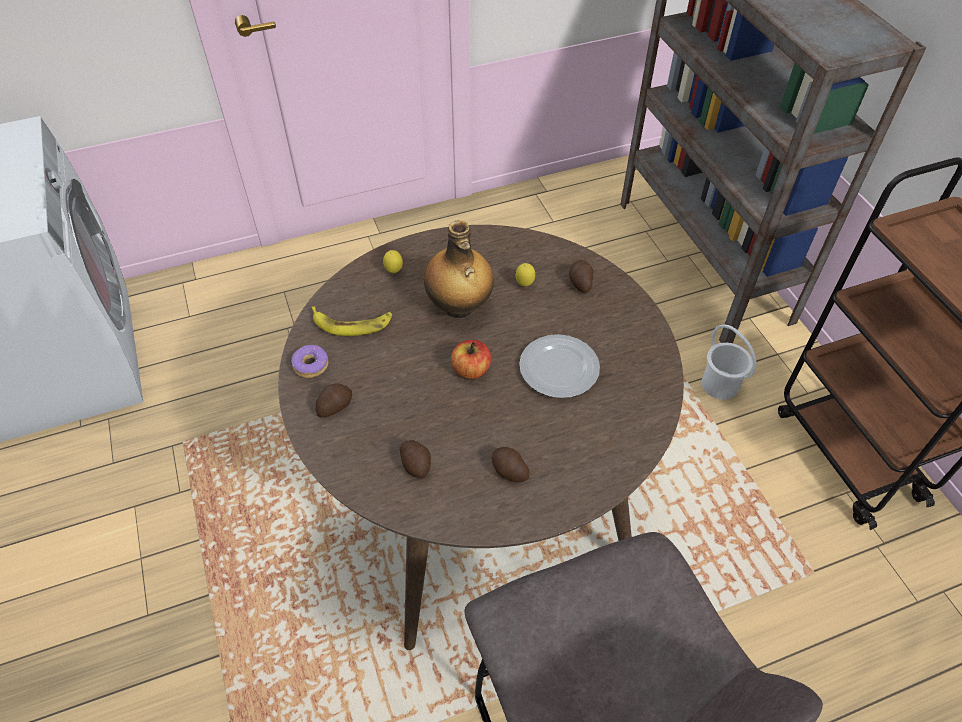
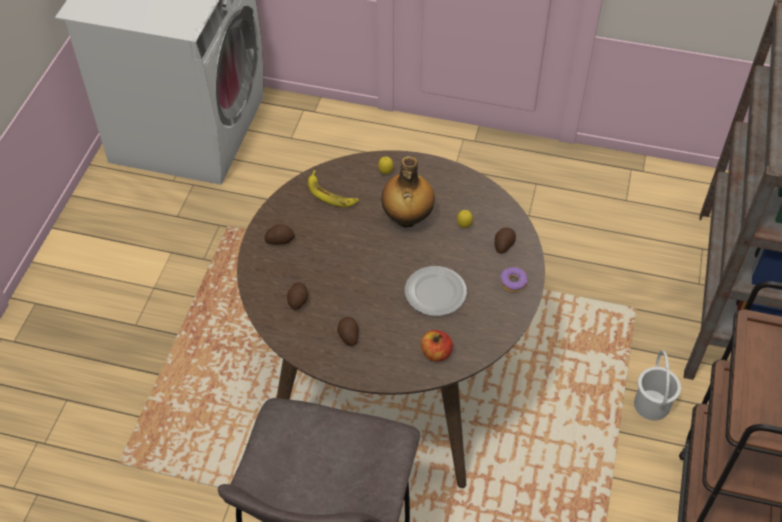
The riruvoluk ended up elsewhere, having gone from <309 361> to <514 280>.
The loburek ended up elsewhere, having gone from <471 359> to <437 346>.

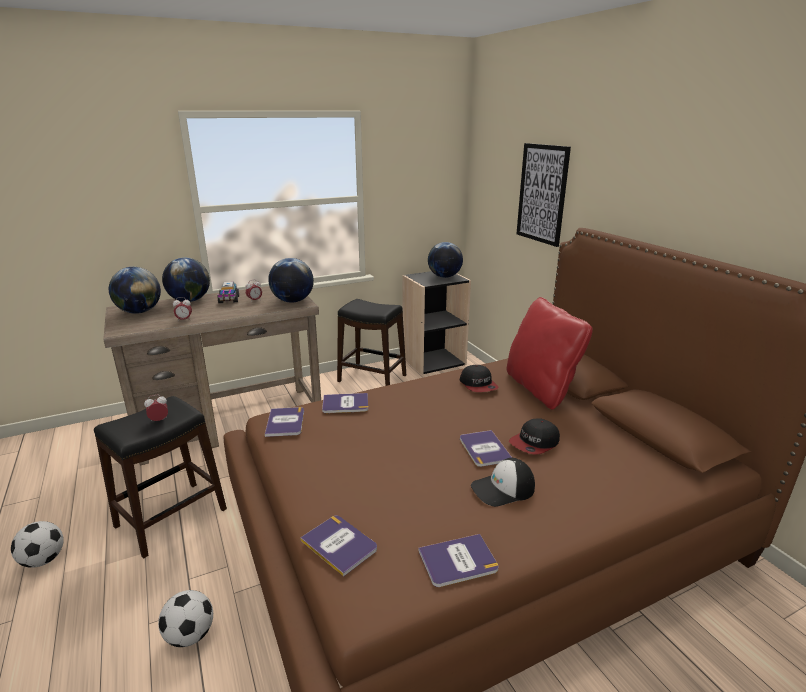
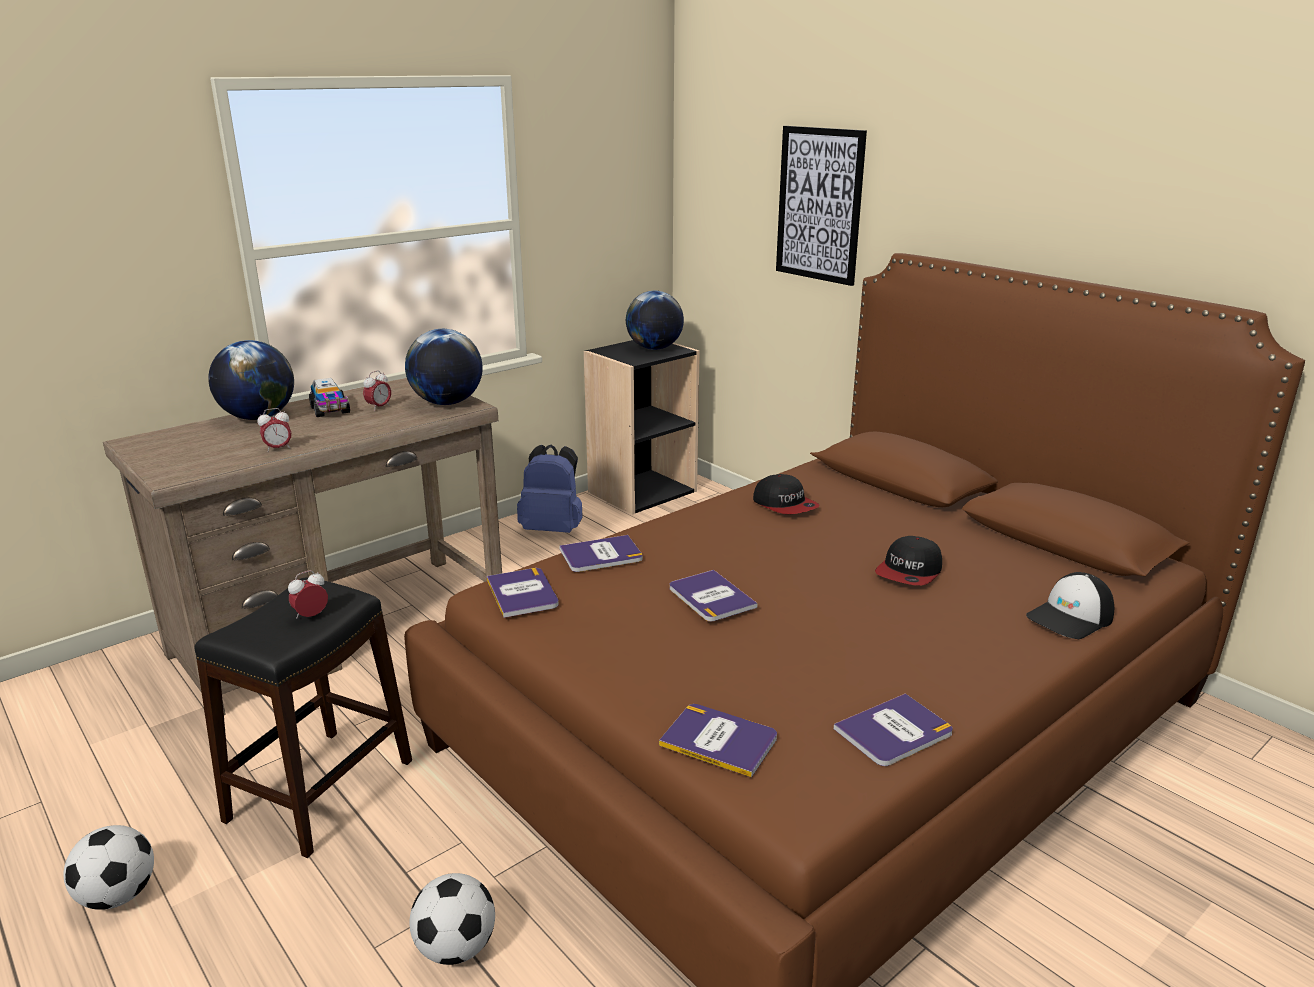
The second view lost the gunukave at <135 290>.
Where the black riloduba stood at <371 342>, the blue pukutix came to stand at <550 489>.
The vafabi ended up elsewhere, having gone from <486 448> to <714 595>.
The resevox ended up elsewhere, having gone from <503 482> to <1070 605>.
The second view lost the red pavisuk at <549 353>.

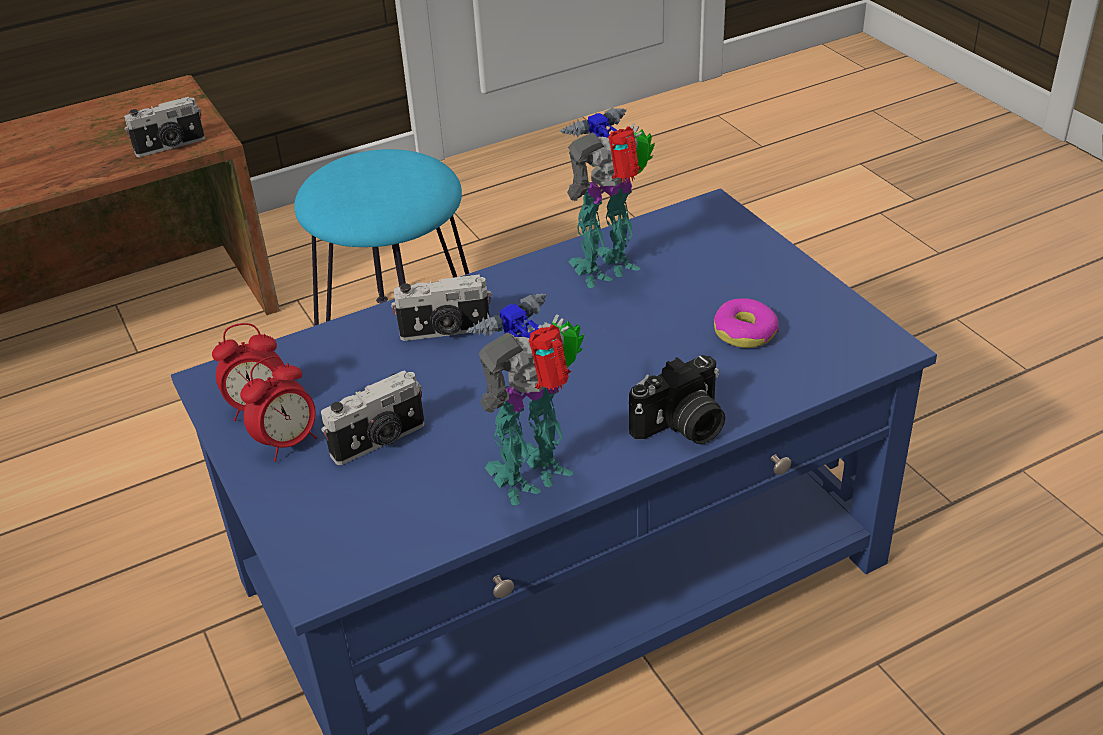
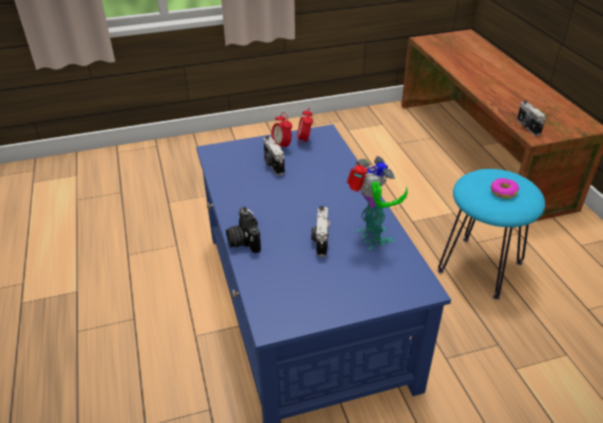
The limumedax ended up elsewhere, having gone from <441 307> to <320 231>.
The second view lost the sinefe at <525 399>.
The riruvoluk ended up elsewhere, having gone from <746 323> to <505 188>.

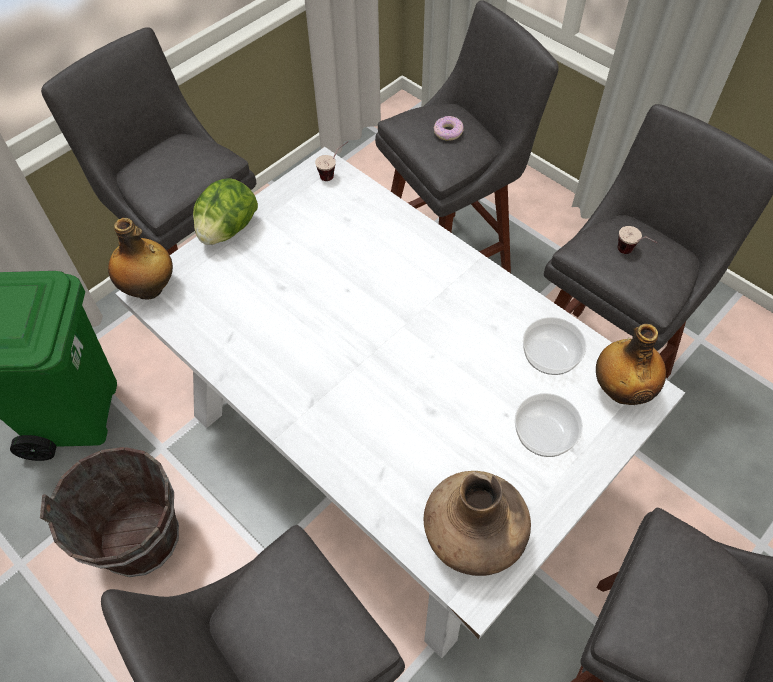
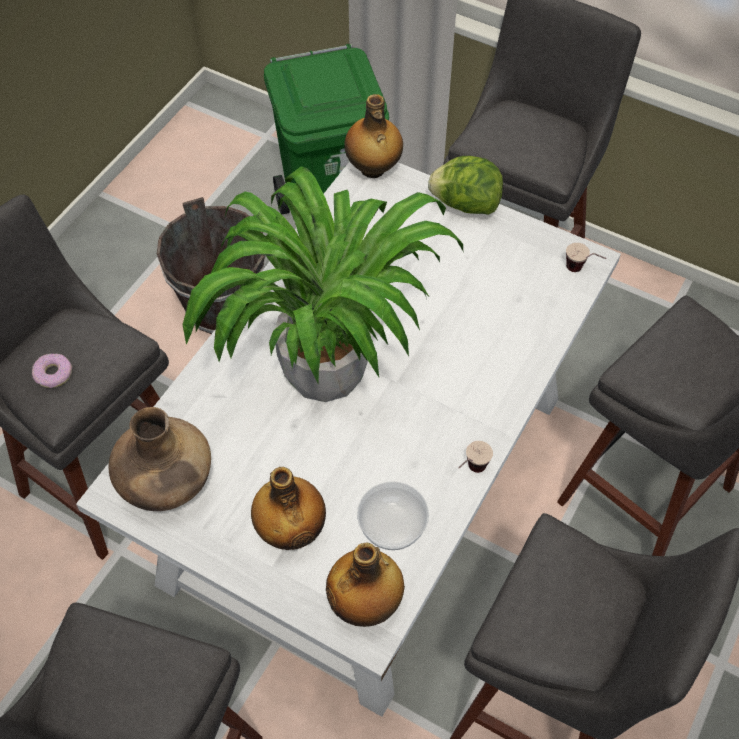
The riruvoluk ended up elsewhere, having gone from <449 128> to <52 371>.
Where the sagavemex stood at <549 425>, the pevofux came to stand at <288 508>.
The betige ended up elsewhere, having gone from <637 240> to <475 457>.
The second view gained the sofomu at <323 284>.

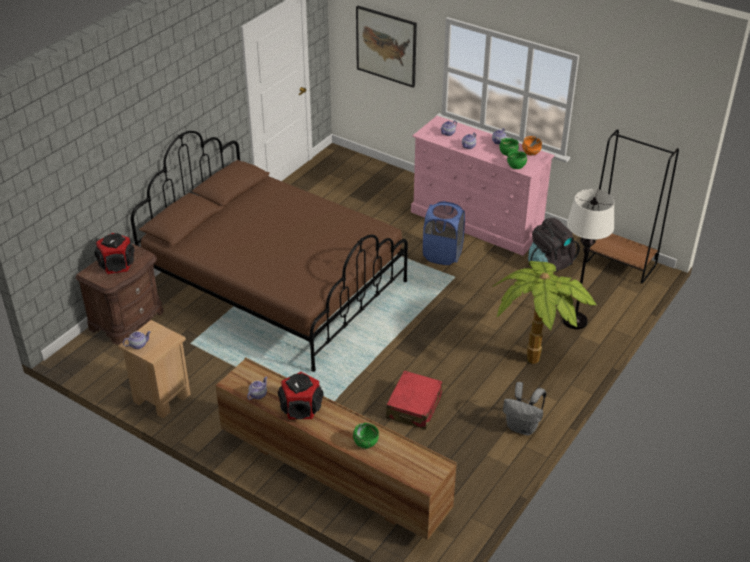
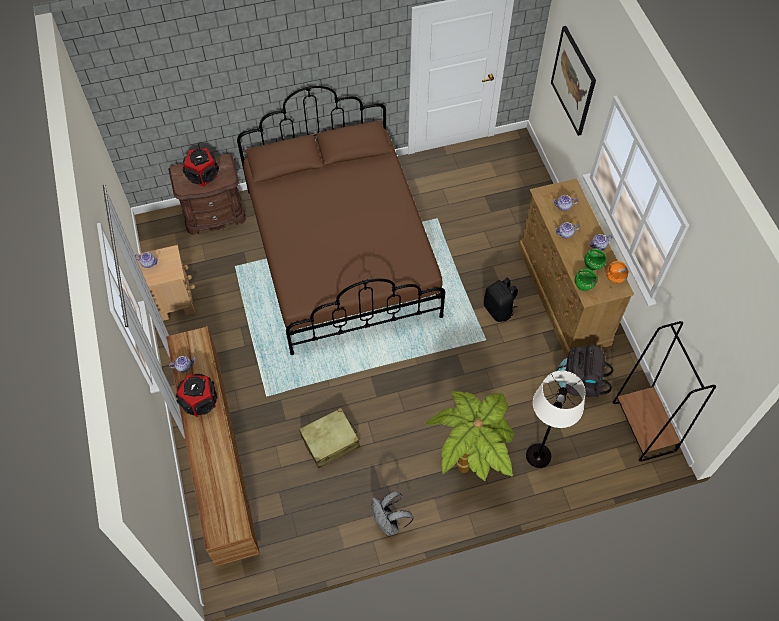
The second view lost the green sagavemex at <366 436>.
What was the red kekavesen at <414 400> turned into the beige kekavesen at <329 438>.
What was the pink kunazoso at <483 186> turned into the brown kunazoso at <576 267>.
Where the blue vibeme stood at <444 233>, the black pukutix came to stand at <501 299>.

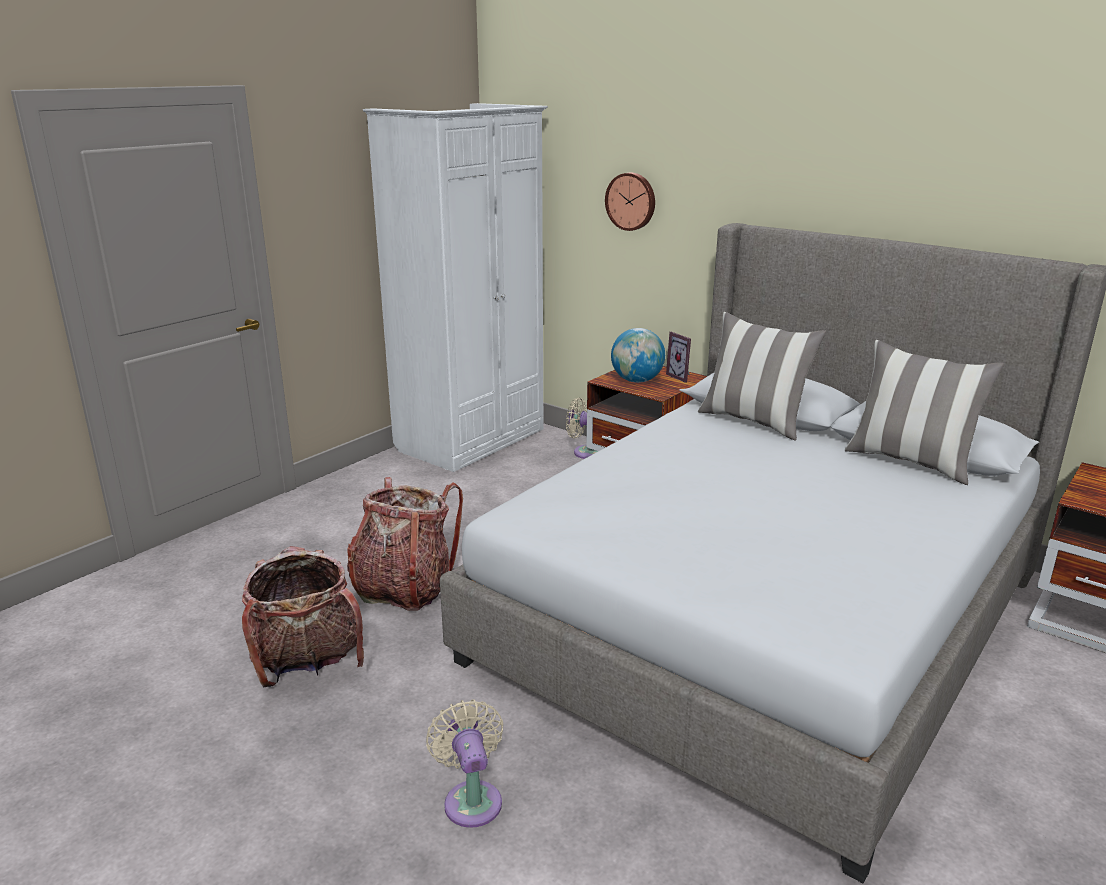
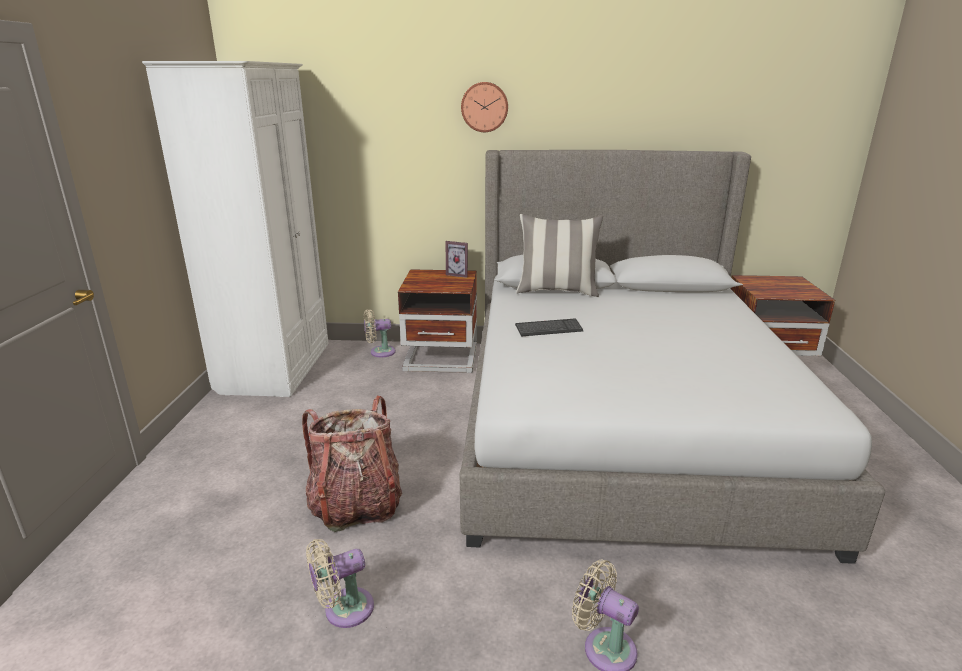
Where the pukutix stood at <303 616>, the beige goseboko came to stand at <340 583>.
The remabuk ended up elsewhere, having gone from <630 202> to <484 107>.
The second view lost the gunukave at <638 355>.
The second view lost the pavisuk at <924 412>.
The second view gained the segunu at <549 328>.

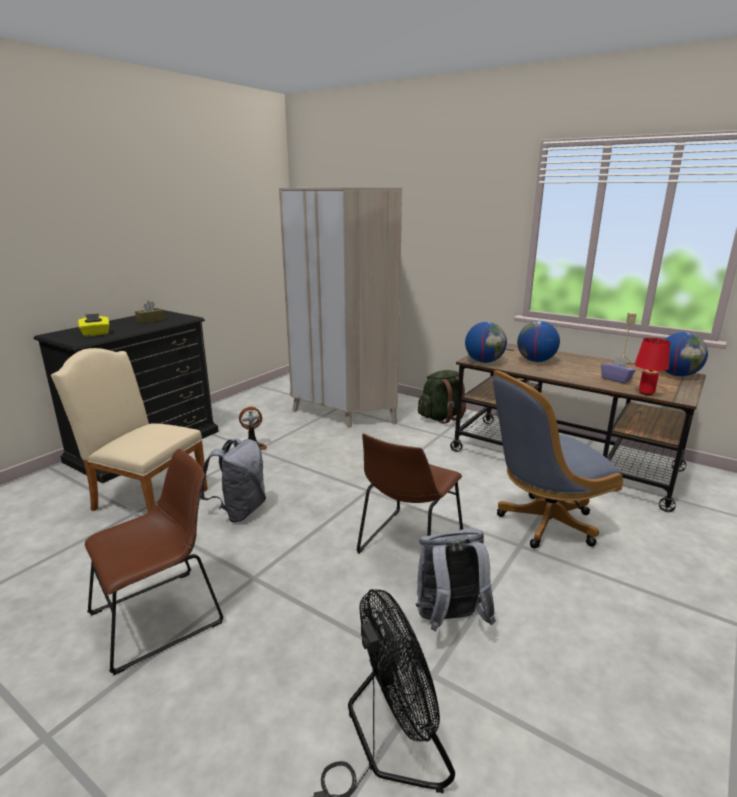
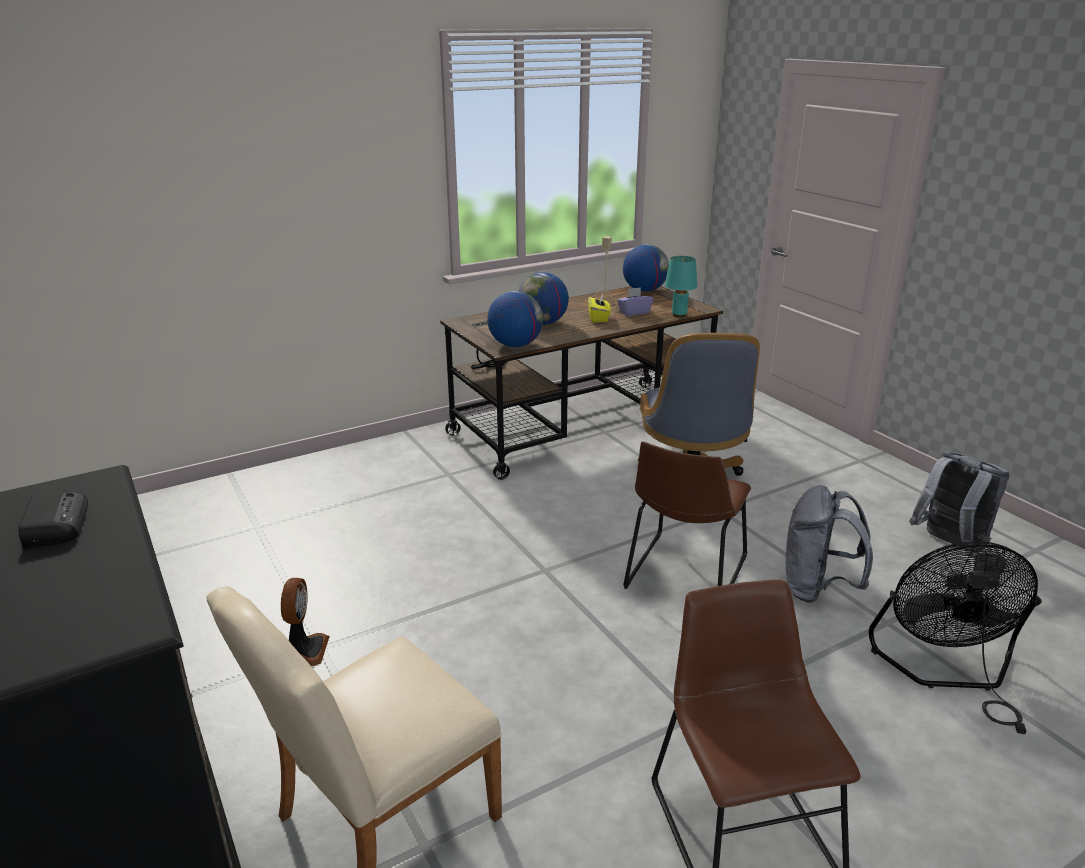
The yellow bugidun ended up elsewhere, having gone from <93 325> to <599 307>.
Where the brown bugidun stood at <150 312>, the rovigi came to stand at <53 520>.
The grey pukutix ended up elsewhere, having gone from <233 480> to <959 502>.
The second view lost the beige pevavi at <340 308>.
The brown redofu at <409 493> ended up facing another way, 60 degrees clockwise from before.
The second view lost the green pukutix at <442 397>.
What was the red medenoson at <653 367> turned into the turquoise medenoson at <681 286>.

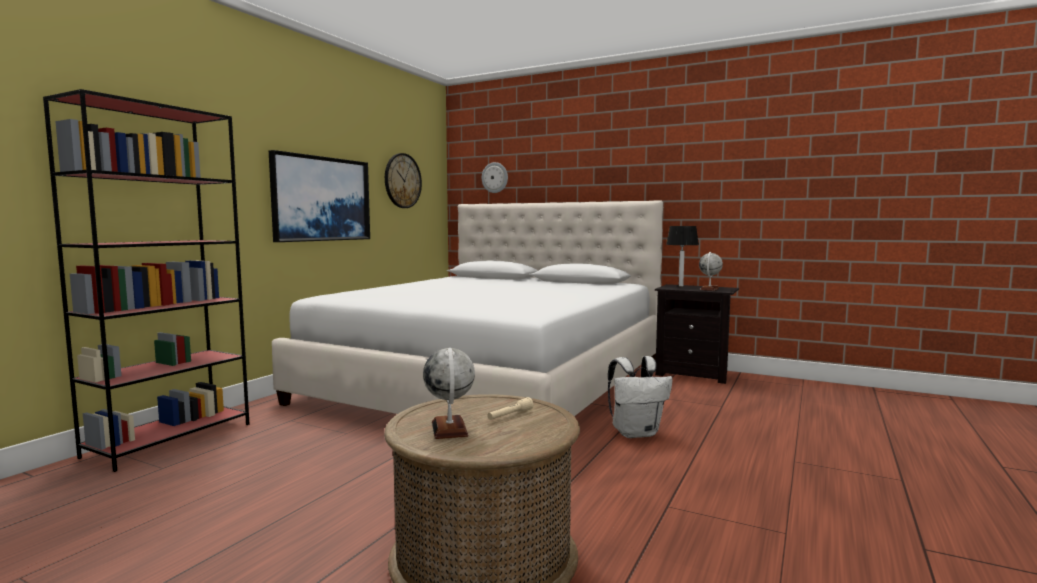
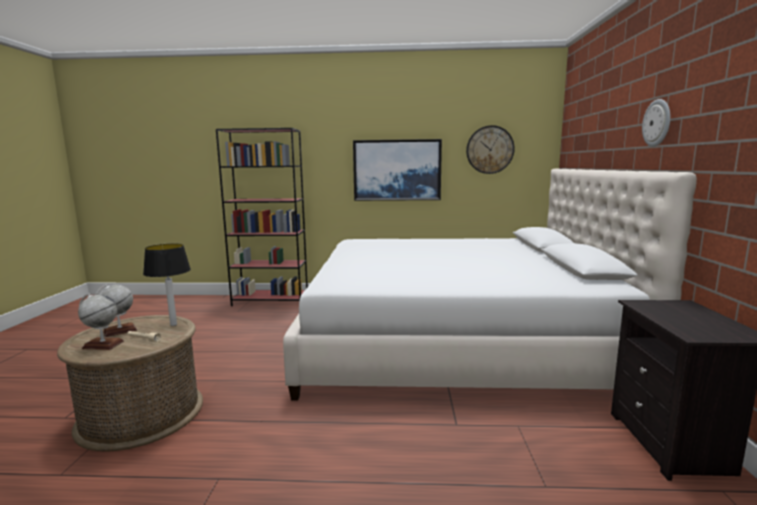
The remabuk ended up elsewhere, having gone from <495 177> to <656 123>.
The second view lost the white pukutix at <640 397>.
The medenoson ended up elsewhere, having gone from <682 256> to <167 284>.
The gunukave ended up elsewhere, having gone from <711 271> to <101 321>.

